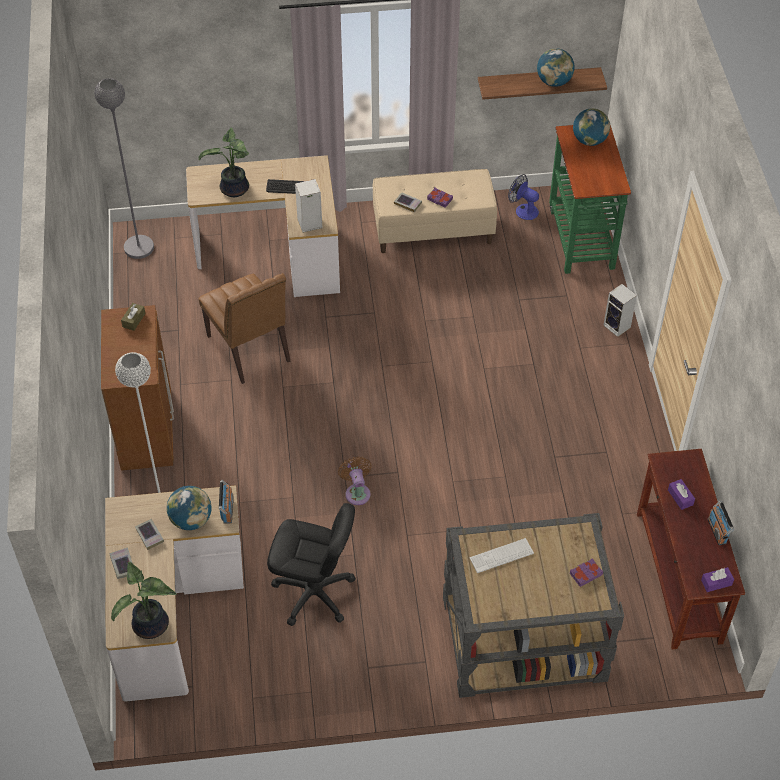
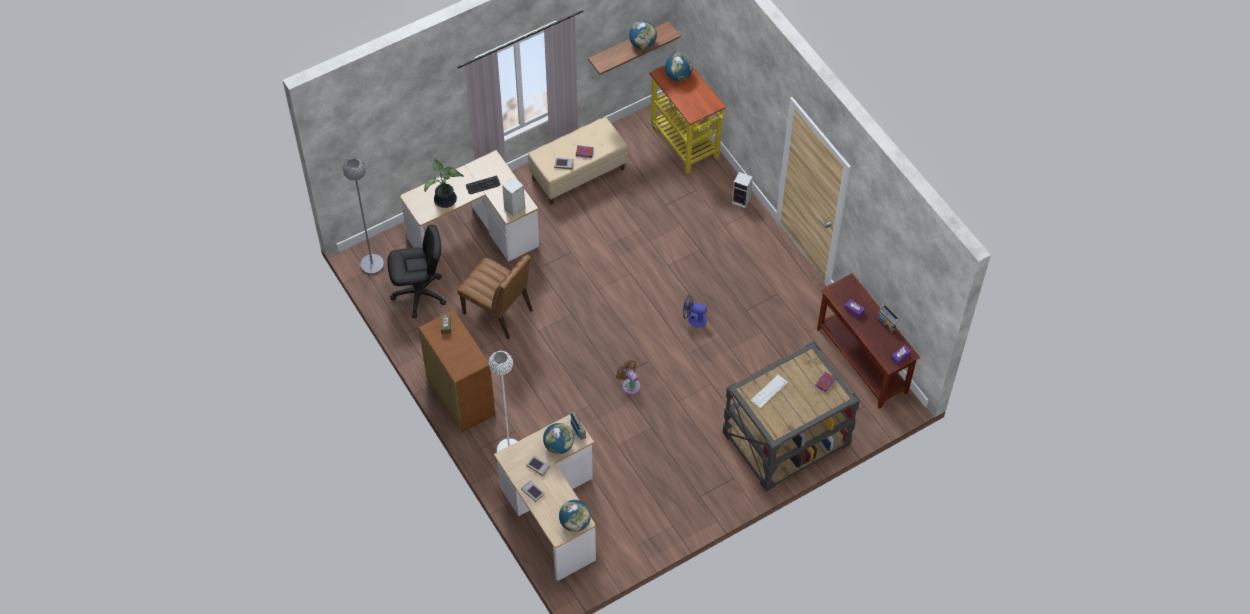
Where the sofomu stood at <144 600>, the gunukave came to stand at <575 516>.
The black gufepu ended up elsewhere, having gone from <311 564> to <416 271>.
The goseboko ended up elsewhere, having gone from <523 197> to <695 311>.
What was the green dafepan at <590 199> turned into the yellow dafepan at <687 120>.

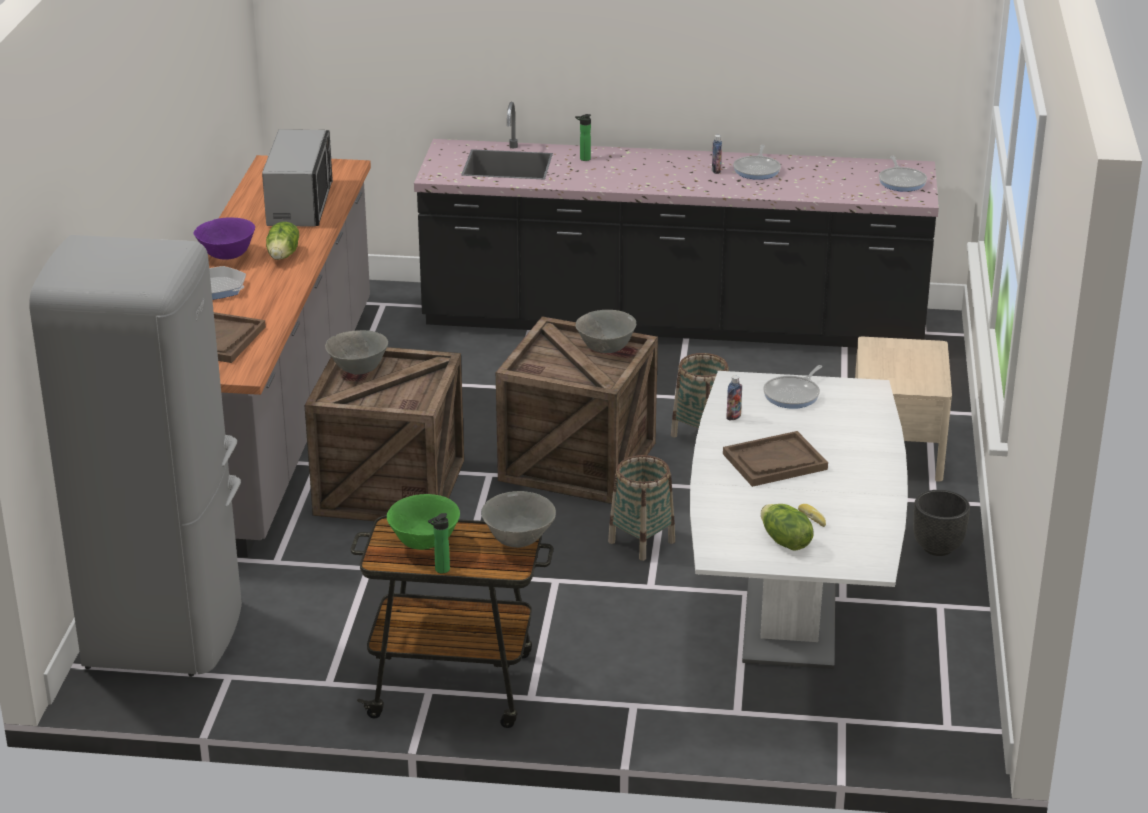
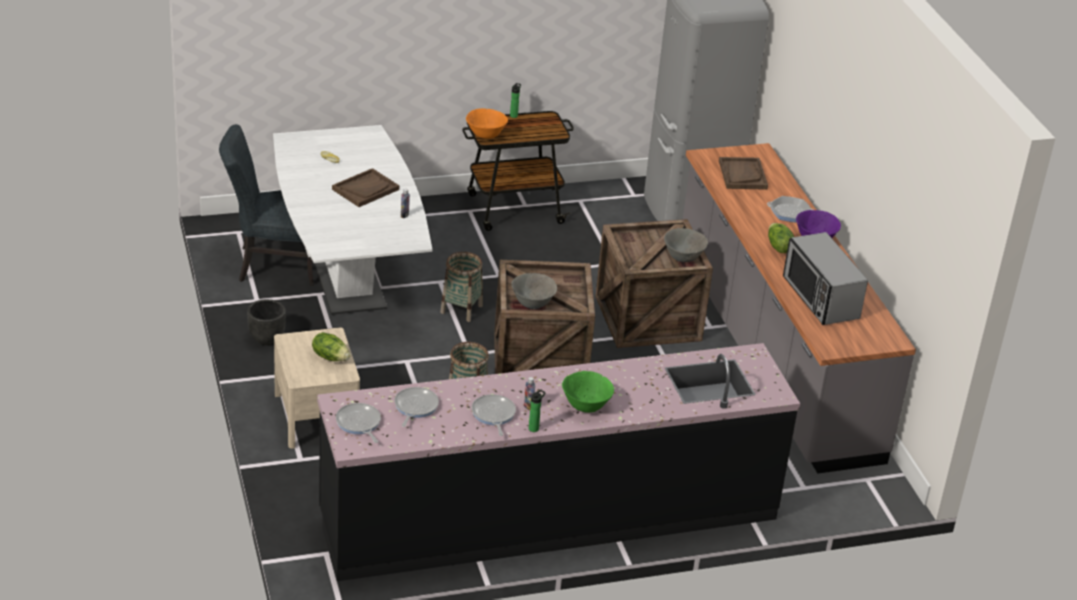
The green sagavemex ended up elsewhere, having gone from <423 522> to <588 392>.
What was the grey sagavemex at <518 519> turned into the orange sagavemex at <487 123>.
The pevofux ended up elsewhere, having gone from <583 137> to <537 411>.
The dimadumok ended up elsewhere, having gone from <787 527> to <331 346>.
The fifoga ended up elsewhere, having gone from <792 387> to <416 407>.
The second view gained the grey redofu at <266 205>.

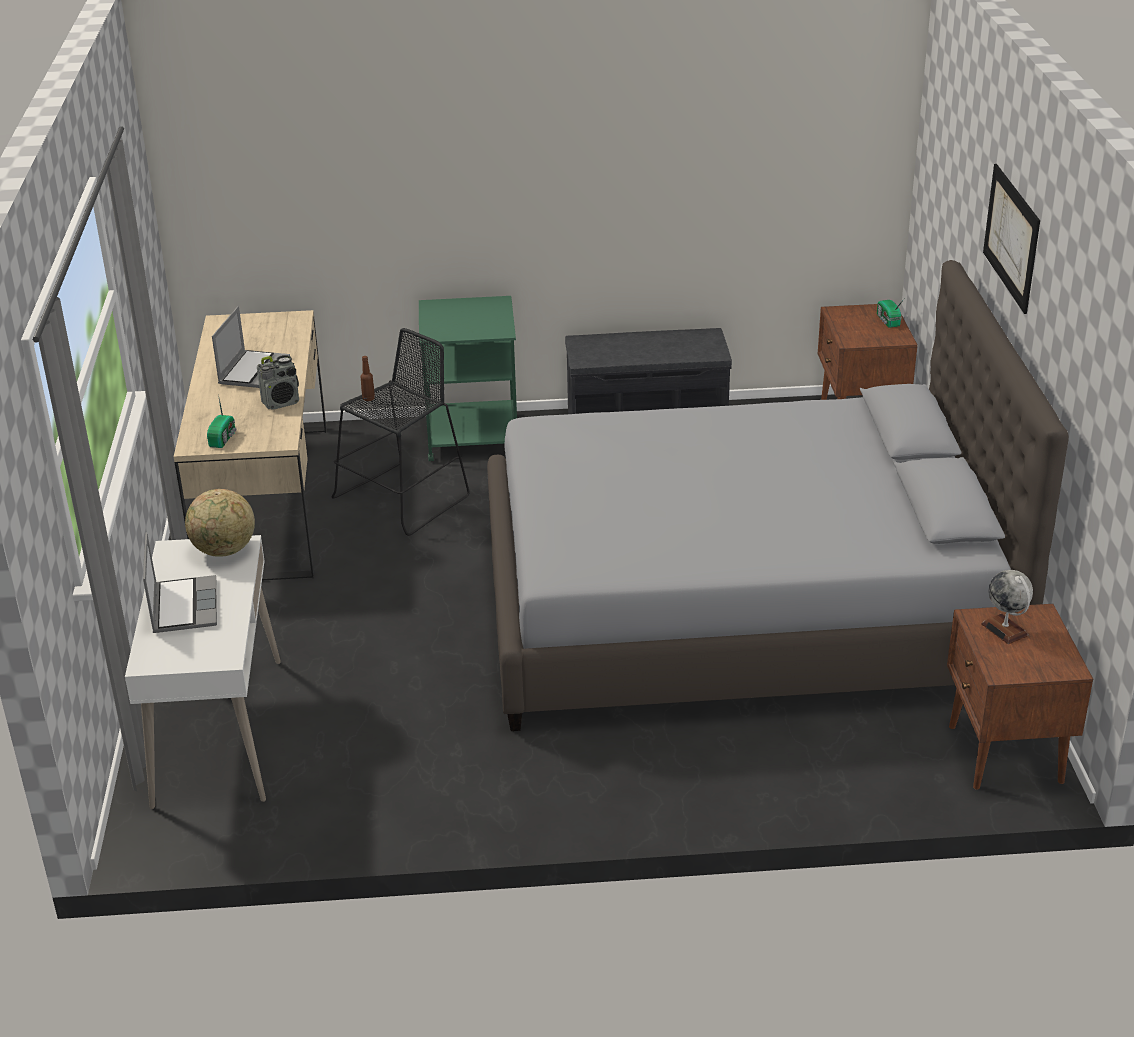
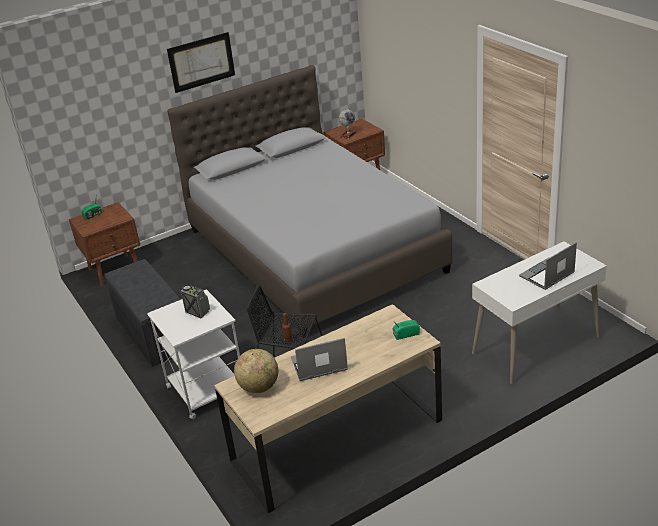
The gunukave ended up elsewhere, having gone from <220 523> to <256 371>.
The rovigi ended up elsewhere, having gone from <278 382> to <195 301>.
What was the green dafepan at <468 378> turned into the white dafepan at <193 354>.

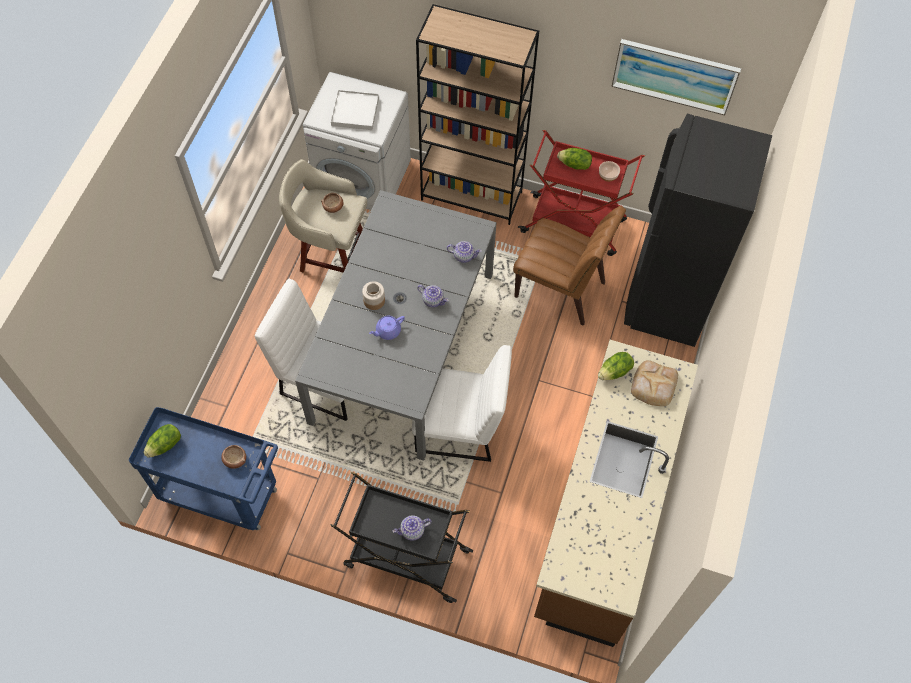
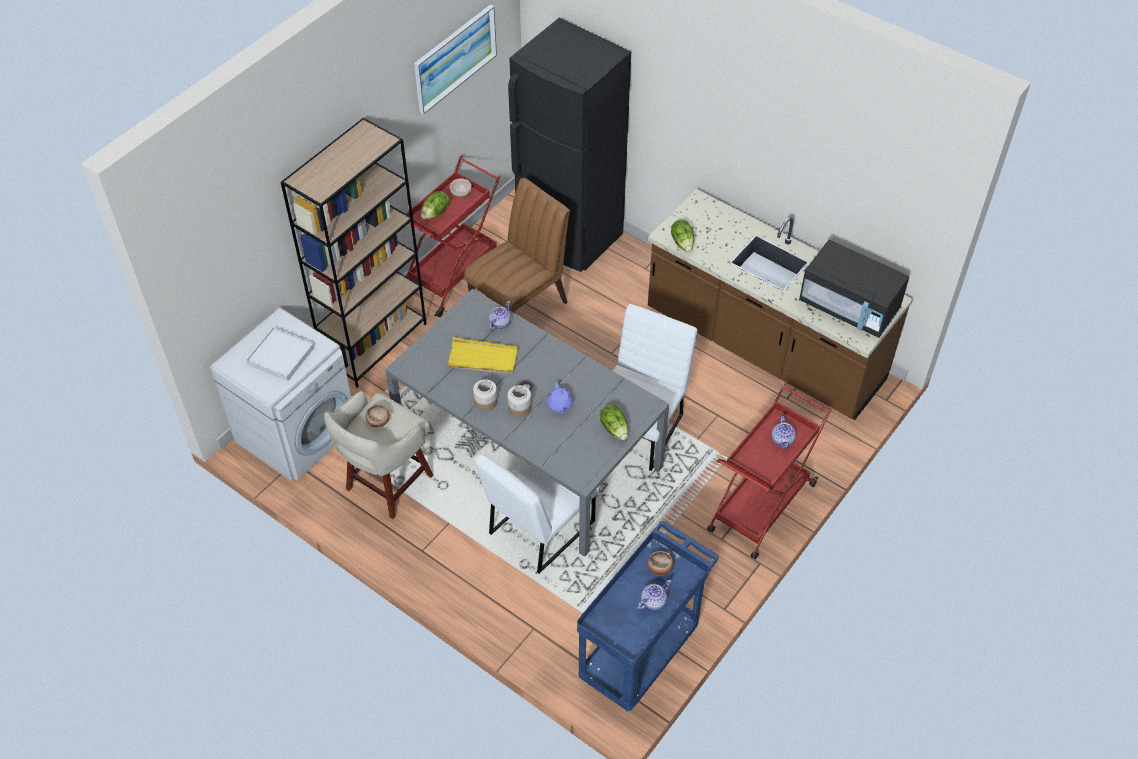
The dimadumok ended up elsewhere, having gone from <162 440> to <614 422>.
What was the black dafepan at <401 537> turned into the red dafepan at <769 470>.
The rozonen ended up elsewhere, having gone from <433 296> to <654 595>.
The second view lost the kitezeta at <654 383>.
The second view gained the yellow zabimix at <482 356>.
The second view gained the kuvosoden at <485 395>.
The second view gained the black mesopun at <854 289>.

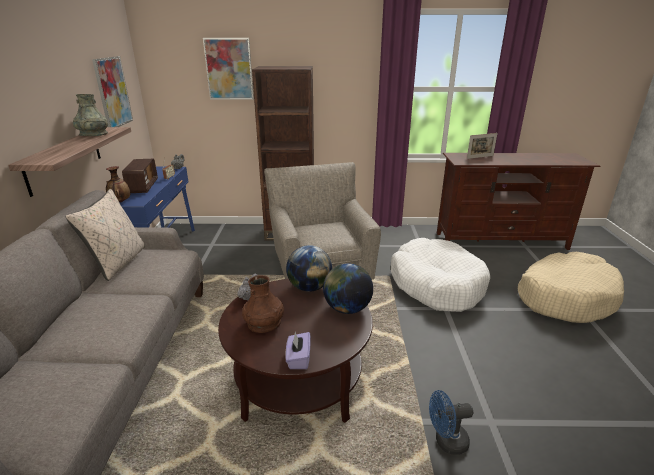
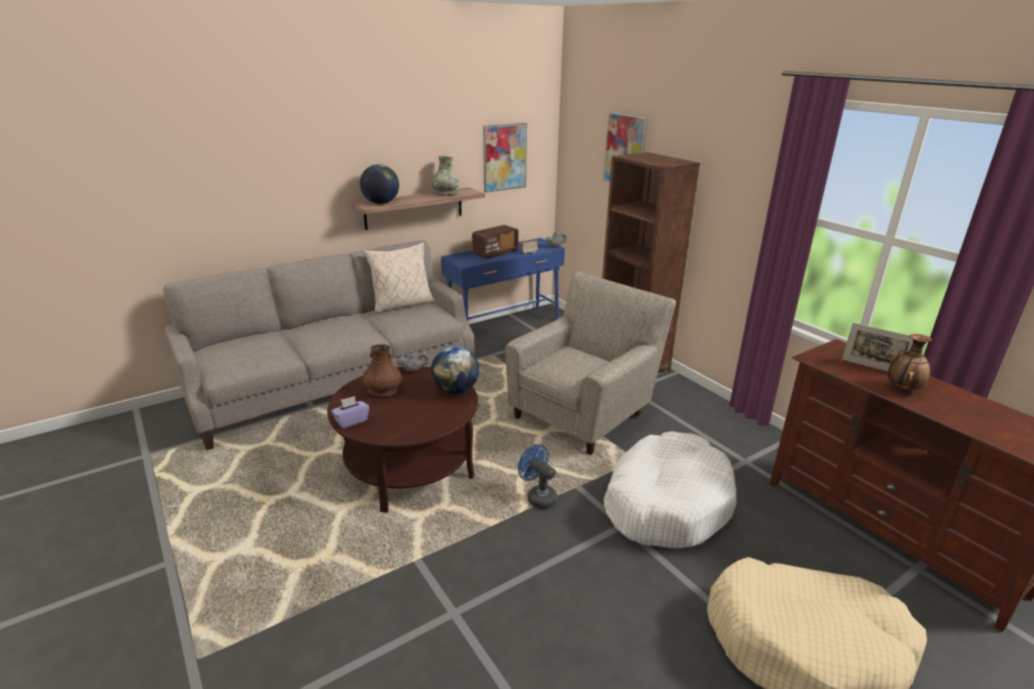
The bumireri ended up elsewhere, having gone from <118 184> to <910 362>.
The gunukave ended up elsewhere, having gone from <348 288> to <379 184>.
The blue goseboko ended up elsewhere, having gone from <451 422> to <538 476>.

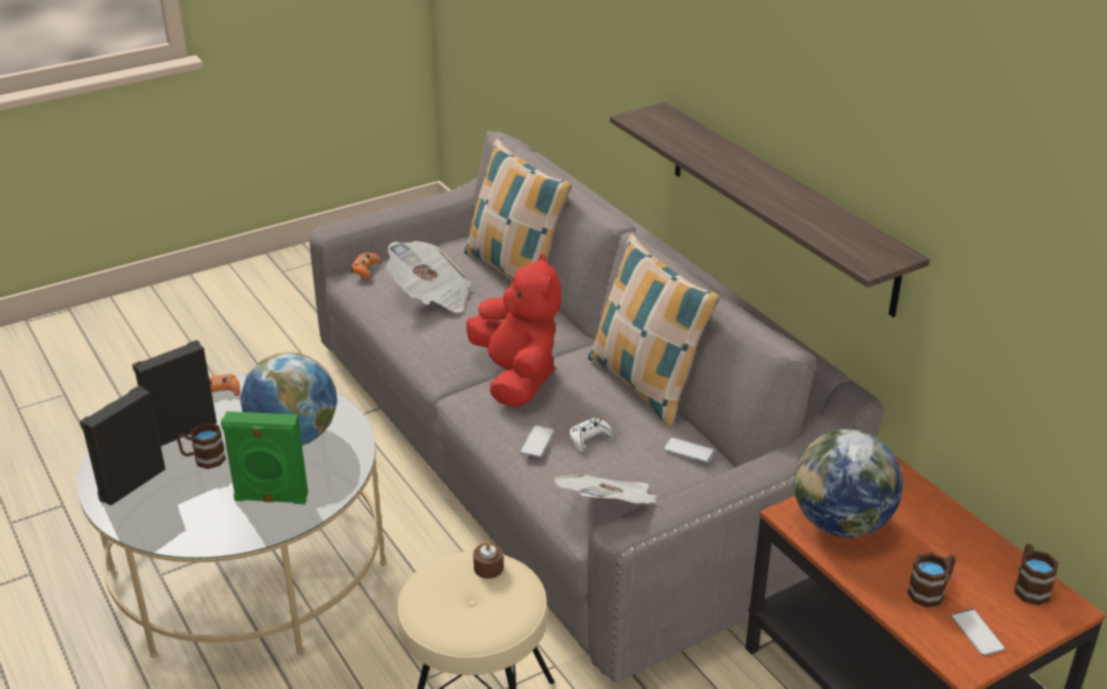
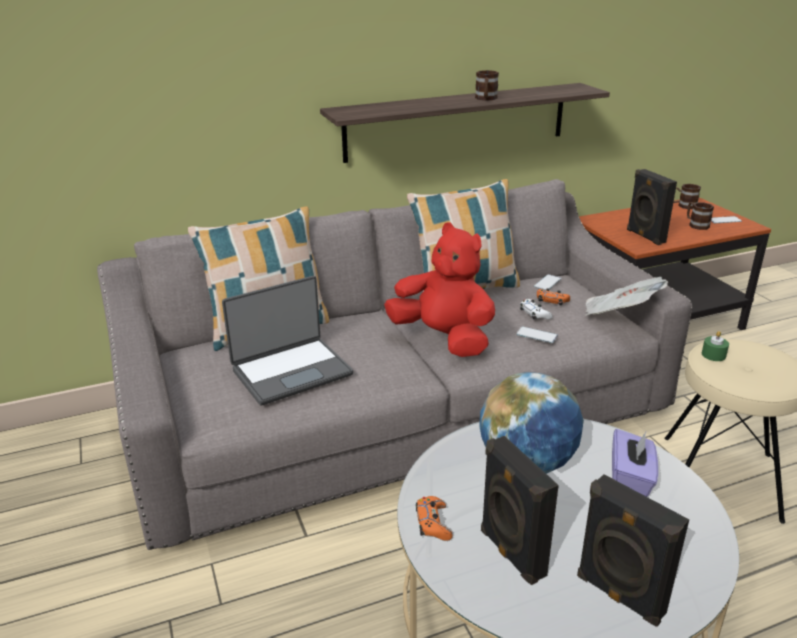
The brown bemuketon ended up elsewhere, having gone from <201 446> to <487 85>.
Where the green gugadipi stood at <264 457>, the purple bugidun came to stand at <635 463>.
The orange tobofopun ended up elsewhere, having gone from <366 265> to <553 297>.
Where the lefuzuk stood at <428 277>, the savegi came to stand at <287 341>.
The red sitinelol at <513 330> ended up facing another way, 45 degrees clockwise from before.
What was the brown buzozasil at <488 560> turned into the green buzozasil at <715 346>.
Where the gunukave stood at <848 483>, the black gugadipi came to stand at <652 207>.

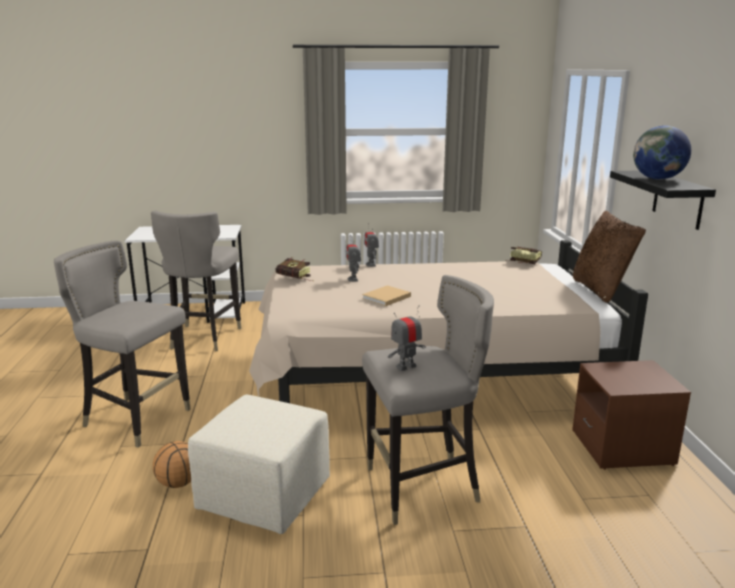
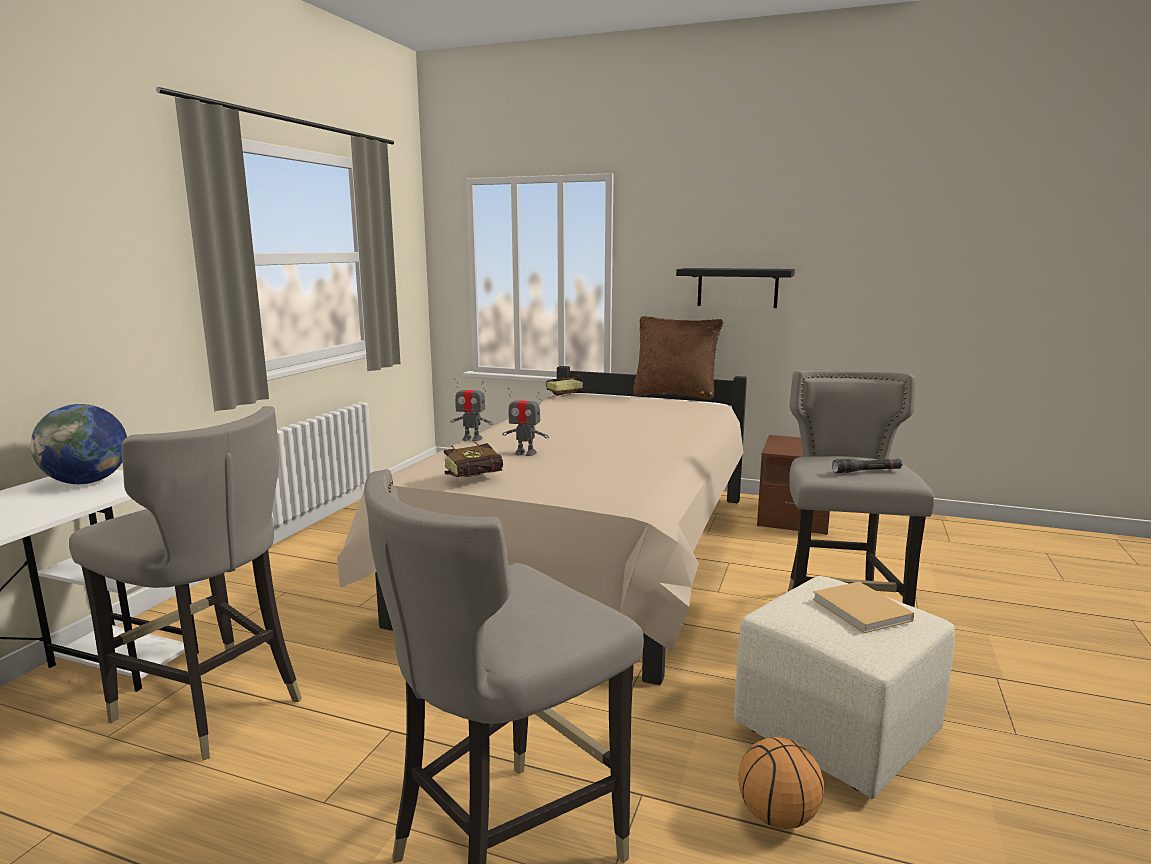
The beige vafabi ended up elsewhere, having gone from <386 295> to <863 607>.
Where the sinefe stood at <407 338>, the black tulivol came to stand at <867 466>.
The gunukave ended up elsewhere, having gone from <662 153> to <79 444>.

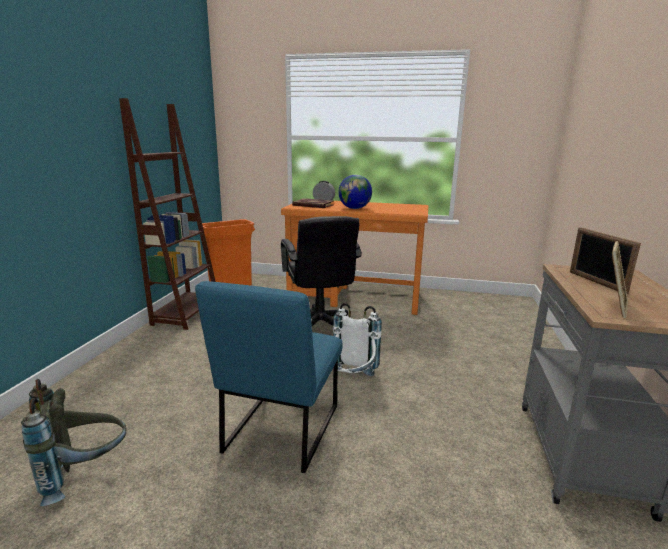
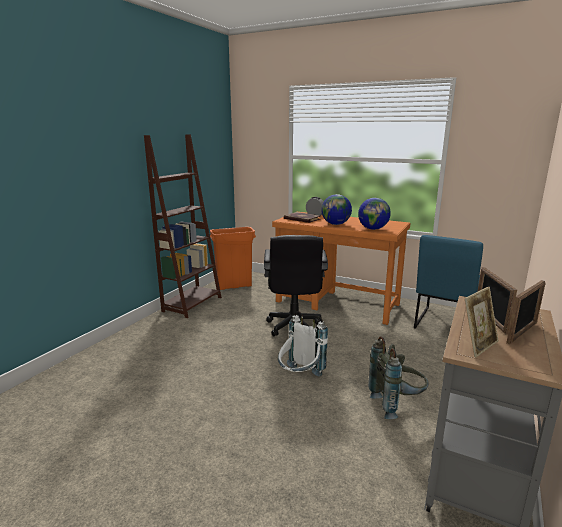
The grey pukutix ended up elsewhere, having gone from <74 442> to <398 377>.
The blue redofu ended up elsewhere, having gone from <268 377> to <448 282>.
The second view gained the gunukave at <374 214>.
The second view gained the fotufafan at <526 312>.

